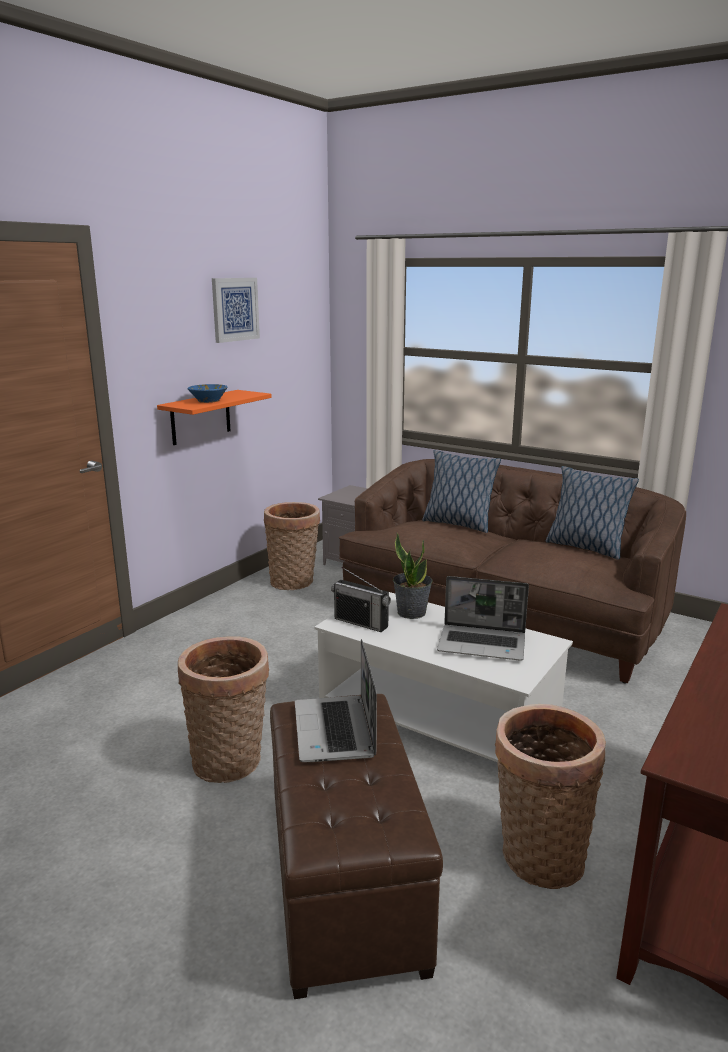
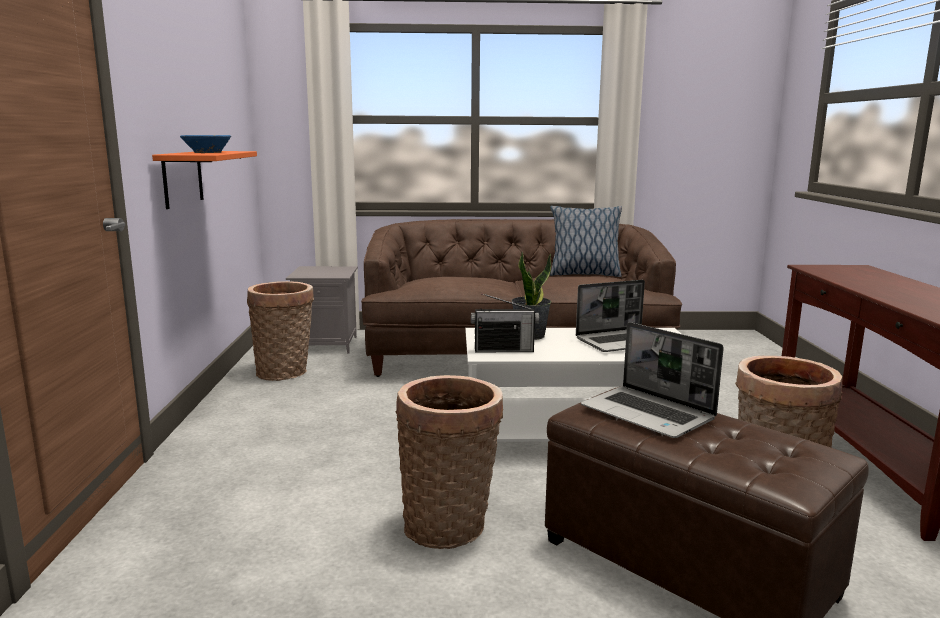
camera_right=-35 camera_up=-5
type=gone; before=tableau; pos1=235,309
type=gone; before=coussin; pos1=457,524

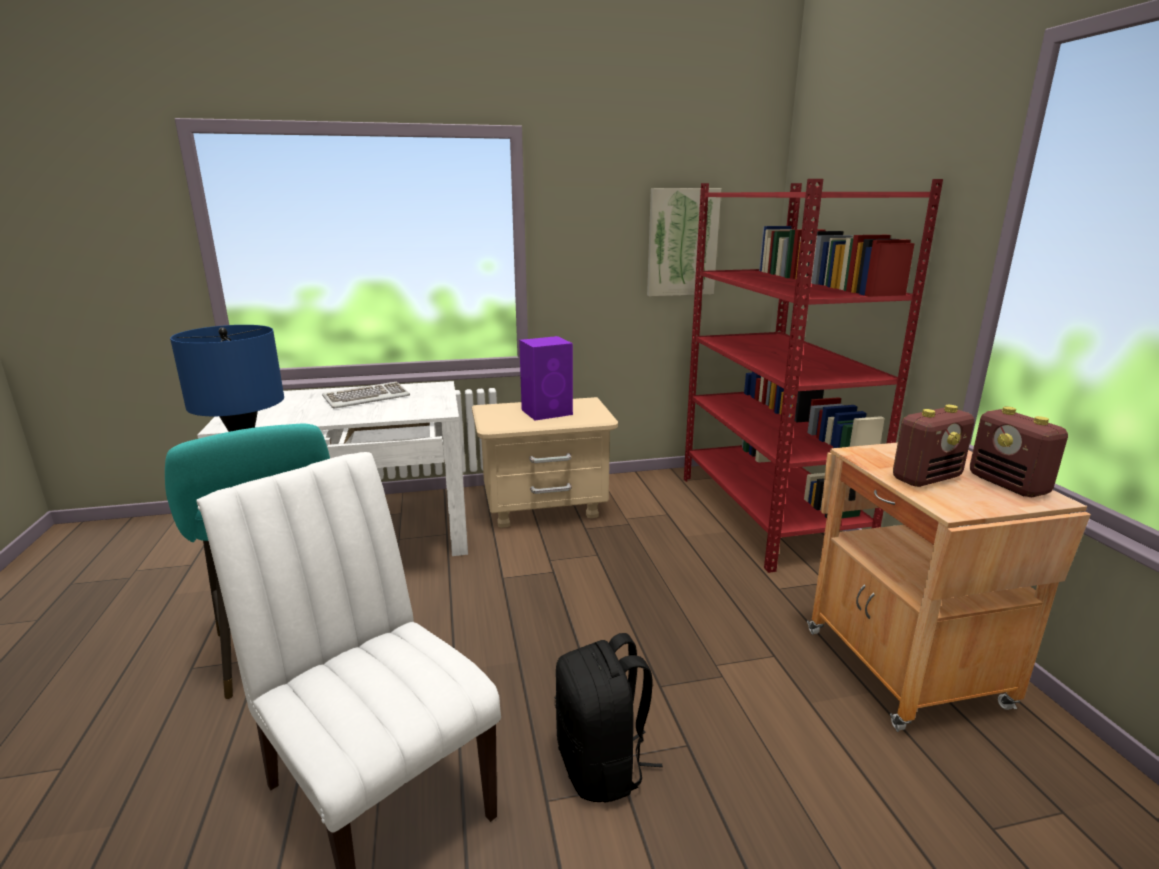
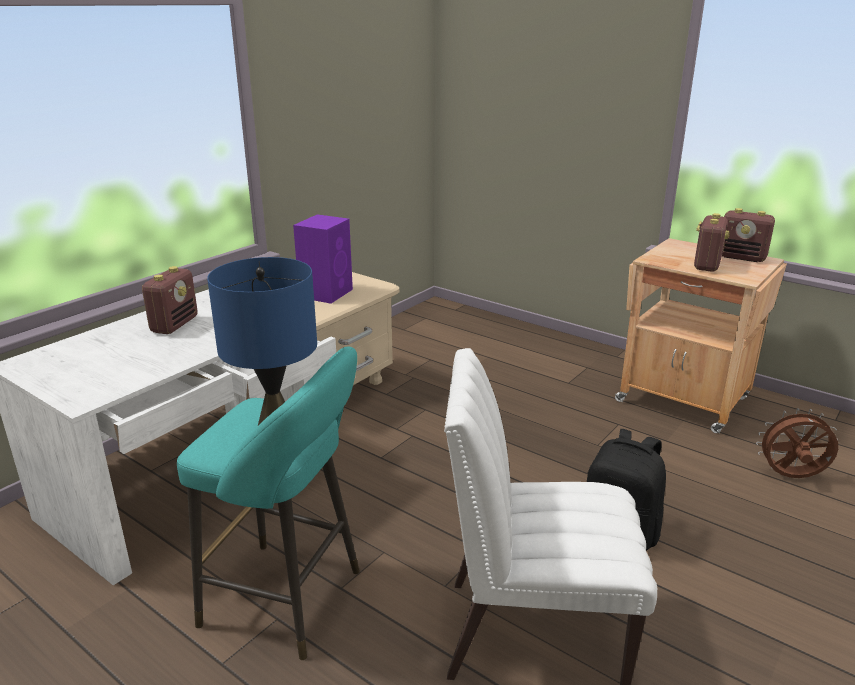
camera_right=-40 camera_up=5
type=gone; before=tableau; pos1=682,243
type=gone; before=bibliothèque/rouge; pos1=767,514
type=new; after=ventilateur/marron; pos2=791,477
type=swapped; before=clavier; after=radio; pos1=367,398; pos2=174,325

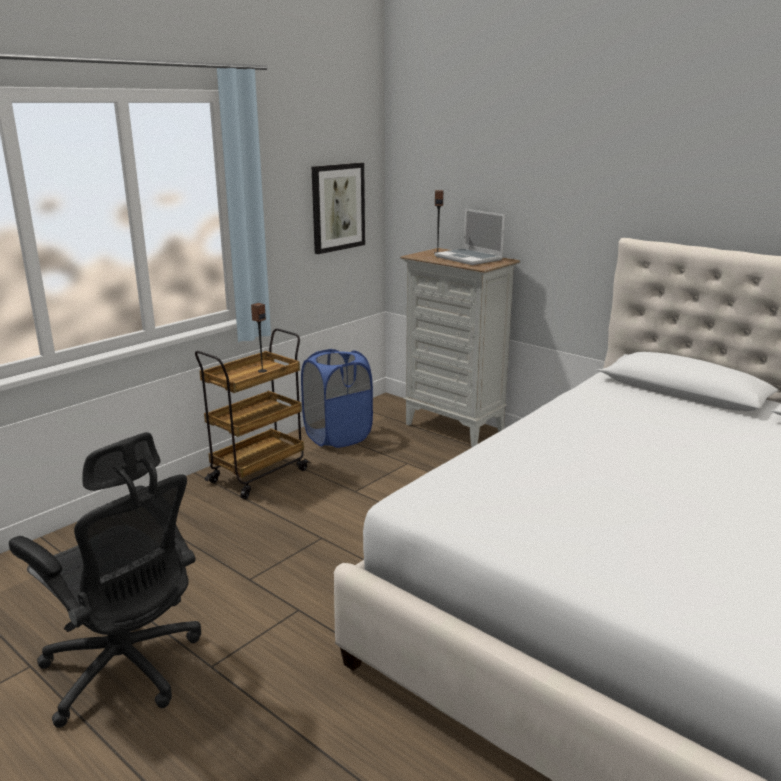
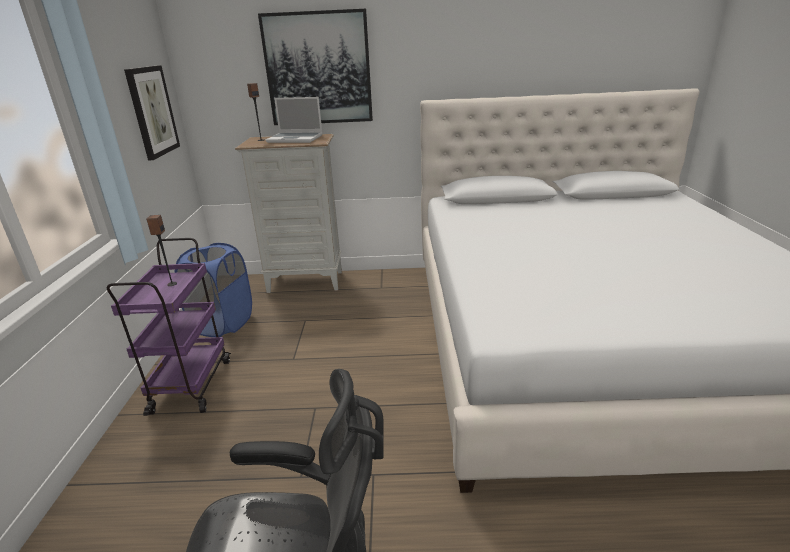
camera_right=-40 camera_up=5
type=new; after=tableau; pos2=318,69
type=repainted; before=chariot/marron; after=chariot/violet; pos1=259,475; pos2=192,385

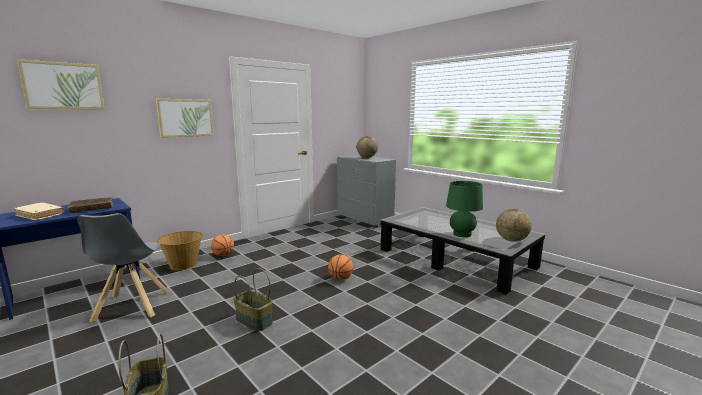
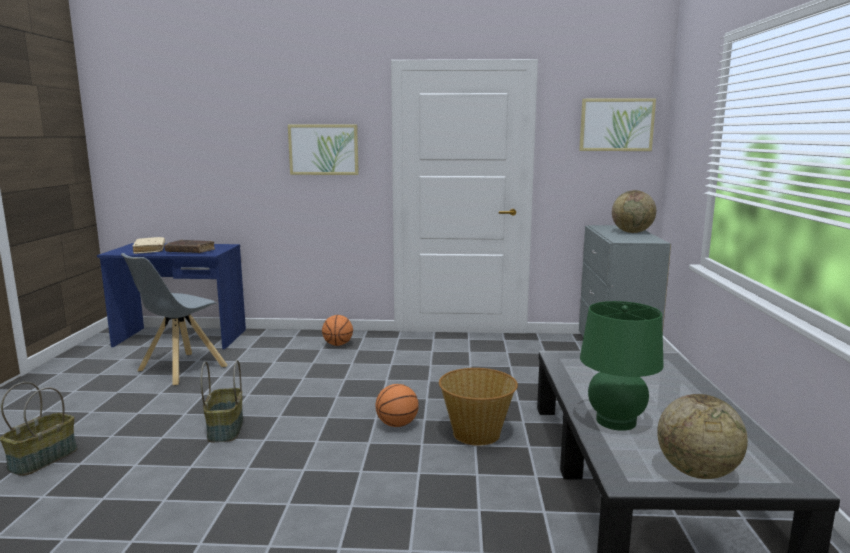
camera_right=45 camera_up=0
type=shifted; before=tableau; pos1=63,86; pos2=616,125
type=shifted; before=panier; pos1=183,264; pos2=477,433

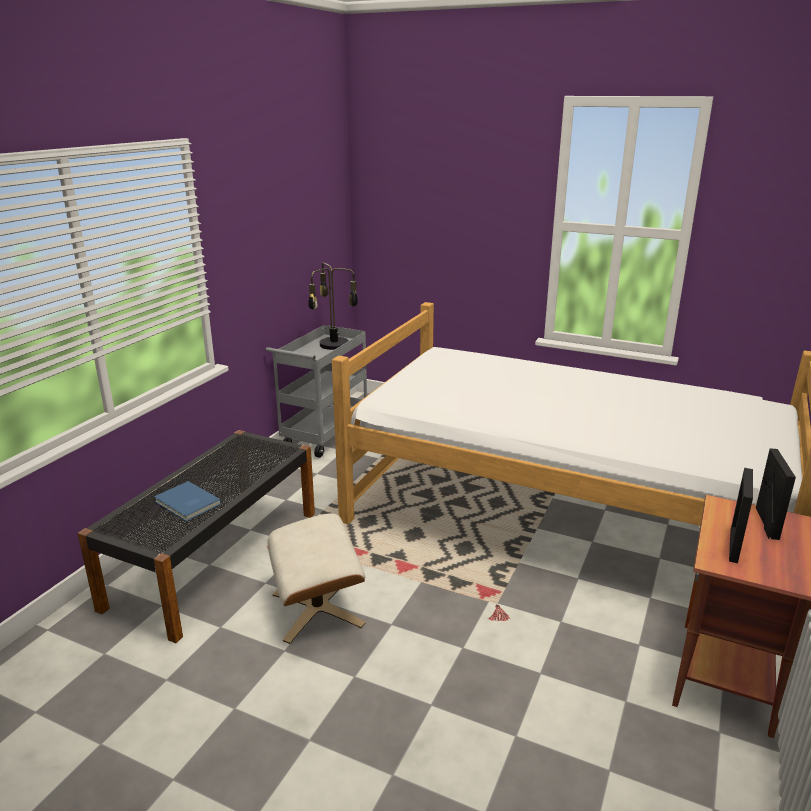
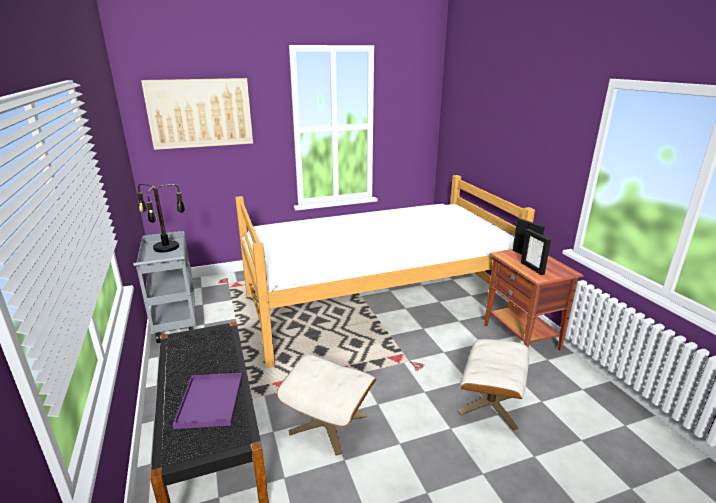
camera_right=-45 camera_up=0
type=new; after=tableau; pos2=200,113
type=new; after=pouf/beige; pos2=491,403
type=swapped; before=livre/bleu; after=plateau/violet; pos1=187,503; pos2=211,401

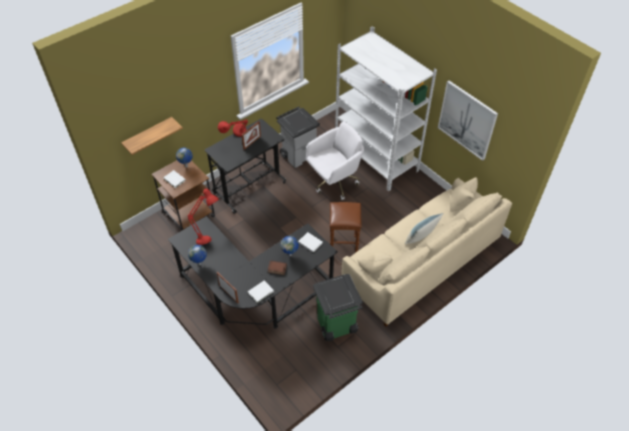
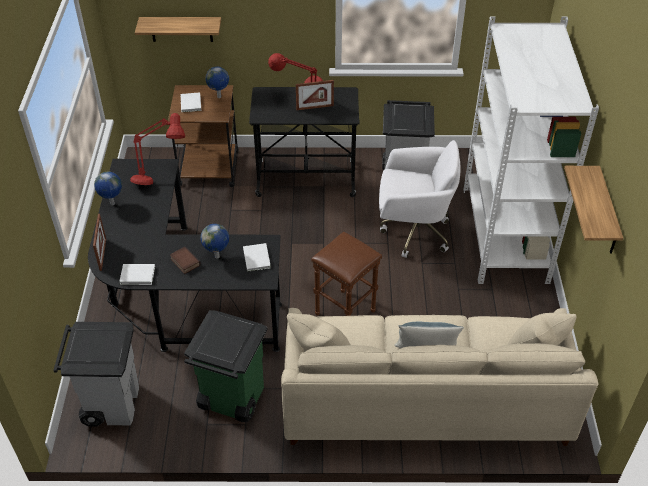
camera_right=40 camera_up=-5
type=new; after=poubelle/gris; pos2=111,403
type=swapped; before=tableau; after=étagère; pos1=467,120; pos2=607,213

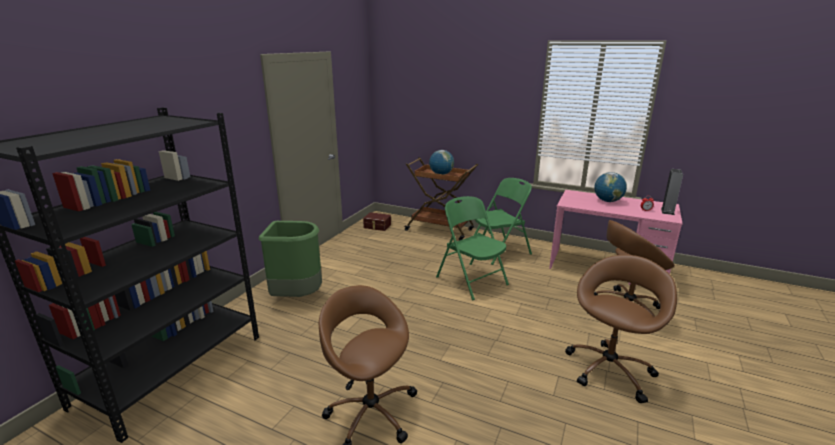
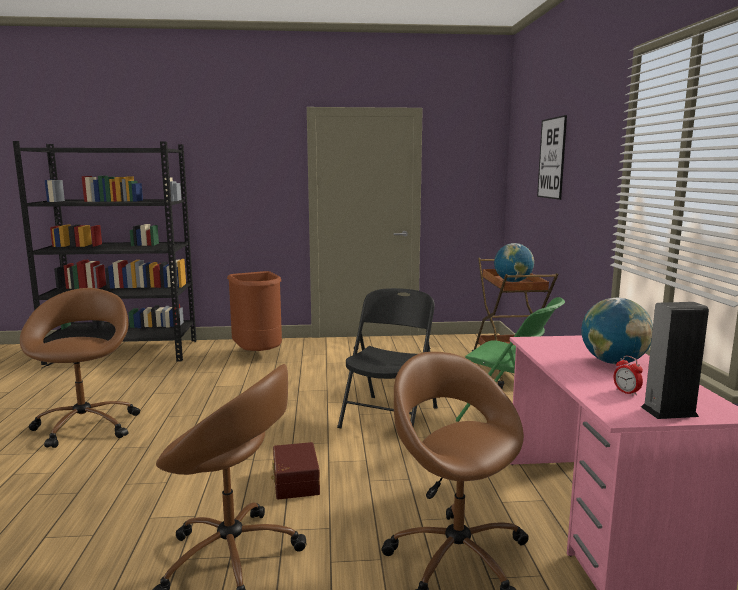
camera_right=60 camera_up=-10
type=new; after=tableau; pos2=552,158
type=shifted; before=boîte de rangement/marron; pos1=377,226; pos2=294,482
type=repainted; before=poubelle/vert; after=poubelle/marron; pos1=296,296; pos2=259,354
type=repainted; before=chaise/vert; after=chaise/noir; pos1=472,280; pos2=389,417

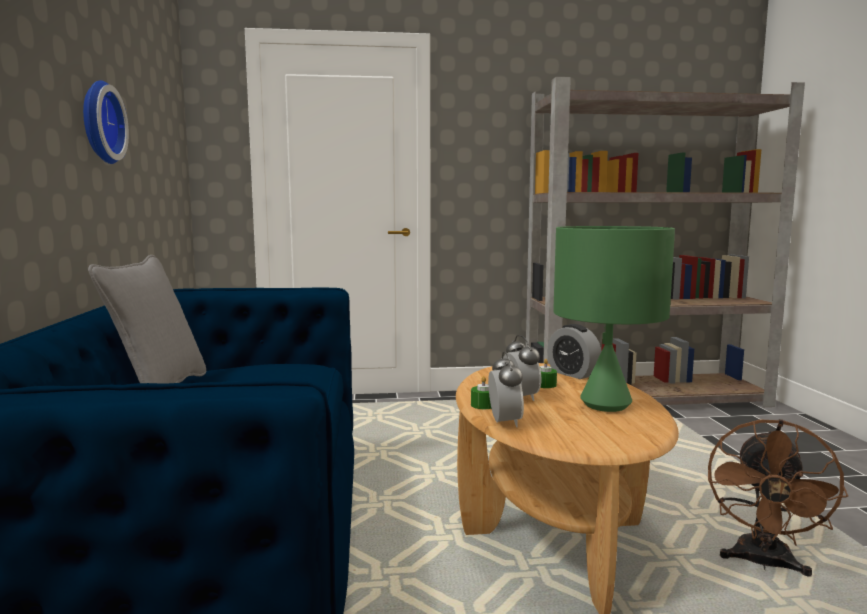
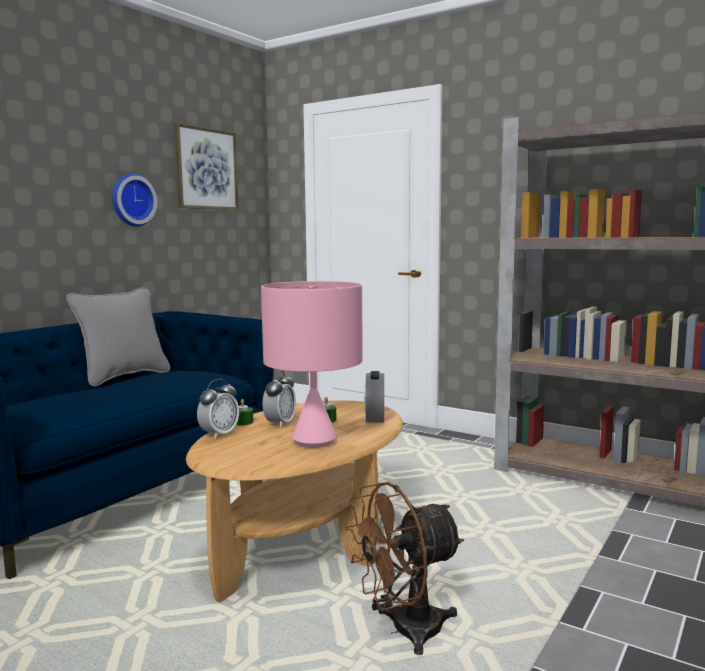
camera_right=40 camera_up=0
type=new; after=tableau; pos2=206,169
type=repainted; before=lampe de table/vert; after=lampe de table/rose; pos1=606,405; pos2=314,442

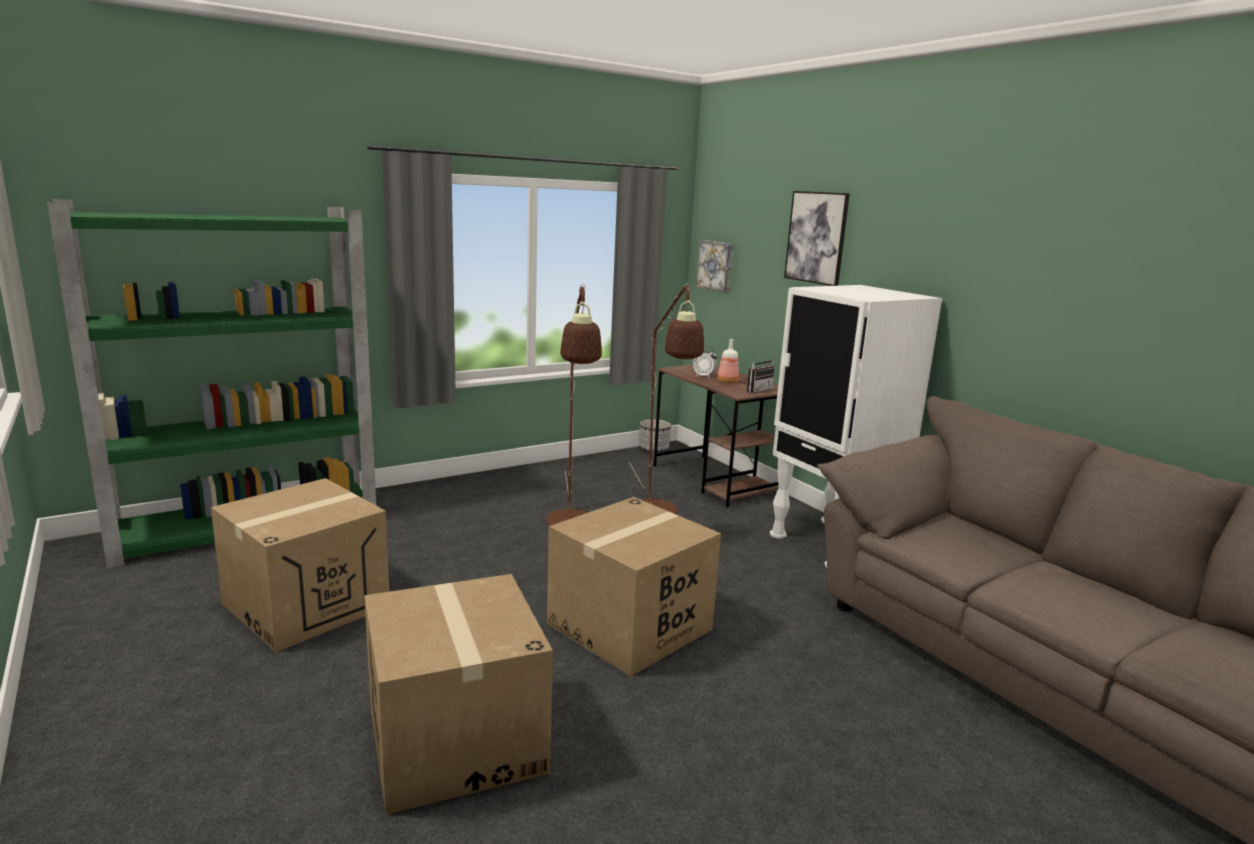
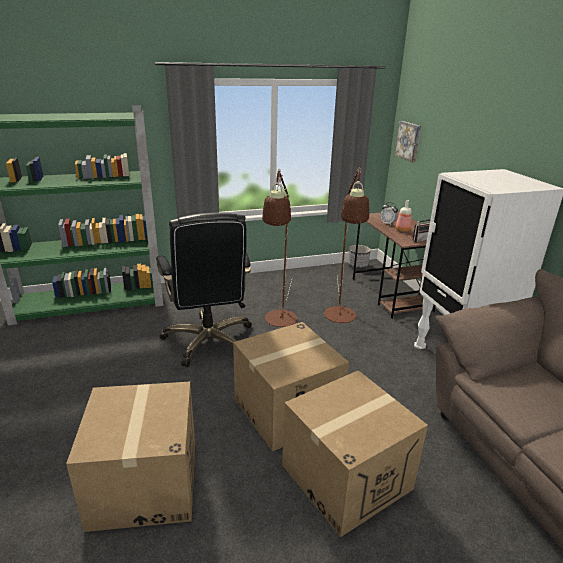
camera_right=15 camera_up=10
type=gone; before=tableau; pos1=816,237
type=new; after=chaise de bureau/noir; pos2=208,340
type=shifted; before=carton; pos1=306,604; pos2=346,476

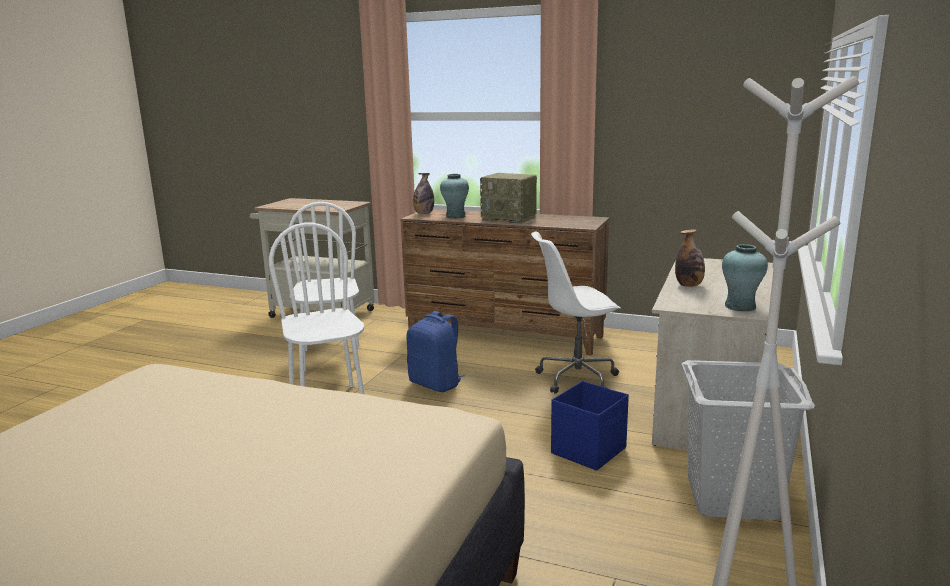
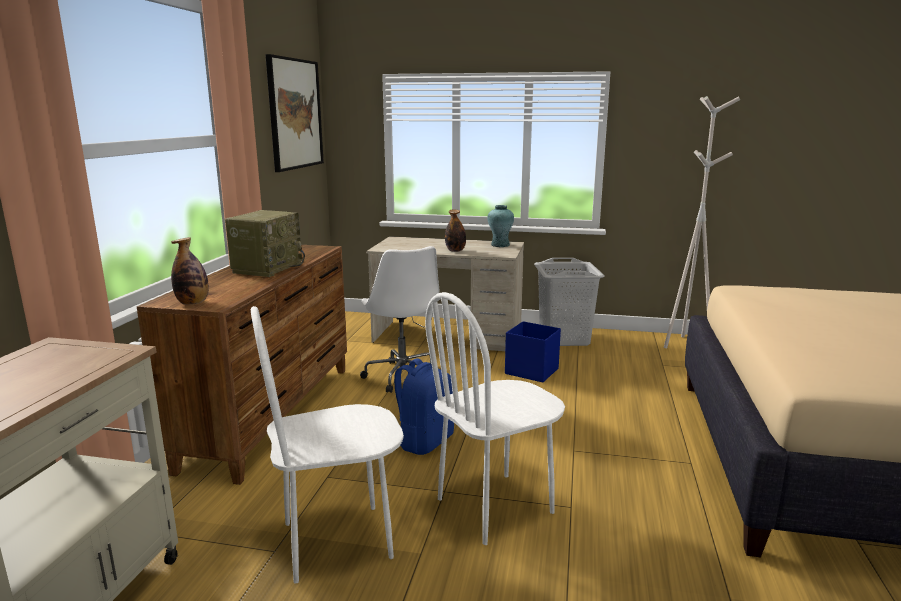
camera_right=-100 camera_up=0
type=gone; before=vase/turquoise; pos1=455,216
type=new; after=tableau; pos2=295,114

